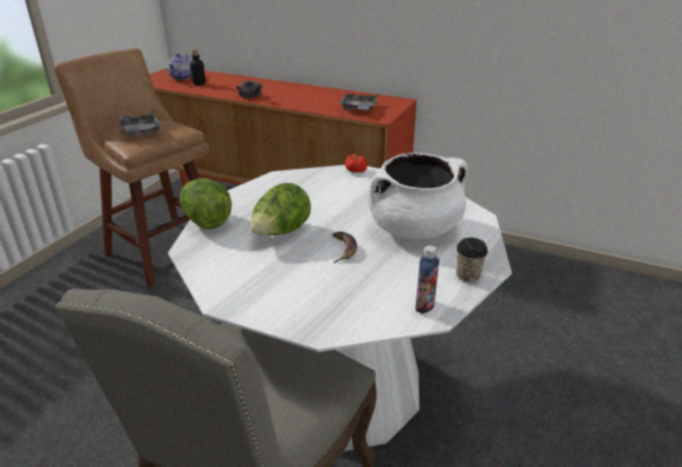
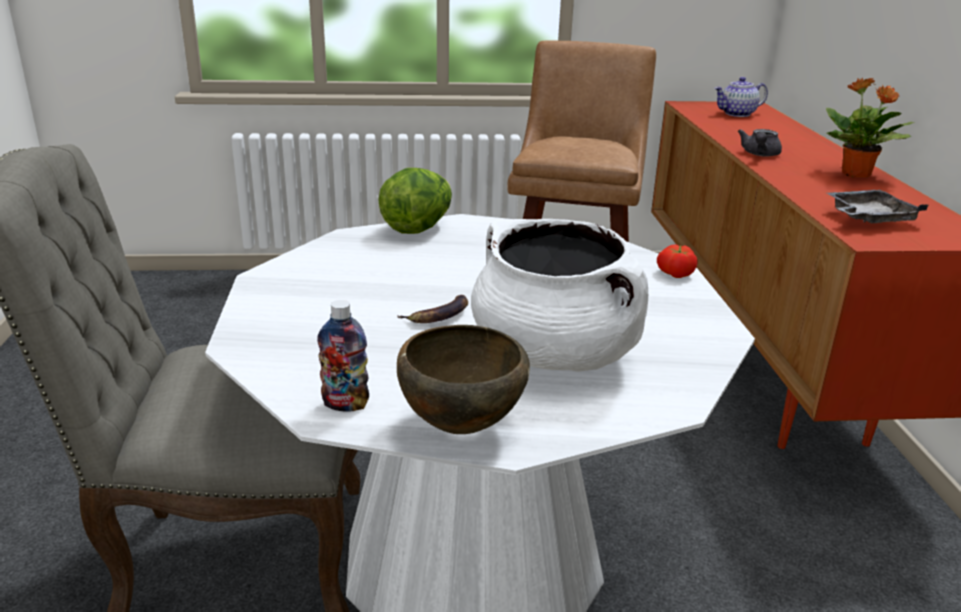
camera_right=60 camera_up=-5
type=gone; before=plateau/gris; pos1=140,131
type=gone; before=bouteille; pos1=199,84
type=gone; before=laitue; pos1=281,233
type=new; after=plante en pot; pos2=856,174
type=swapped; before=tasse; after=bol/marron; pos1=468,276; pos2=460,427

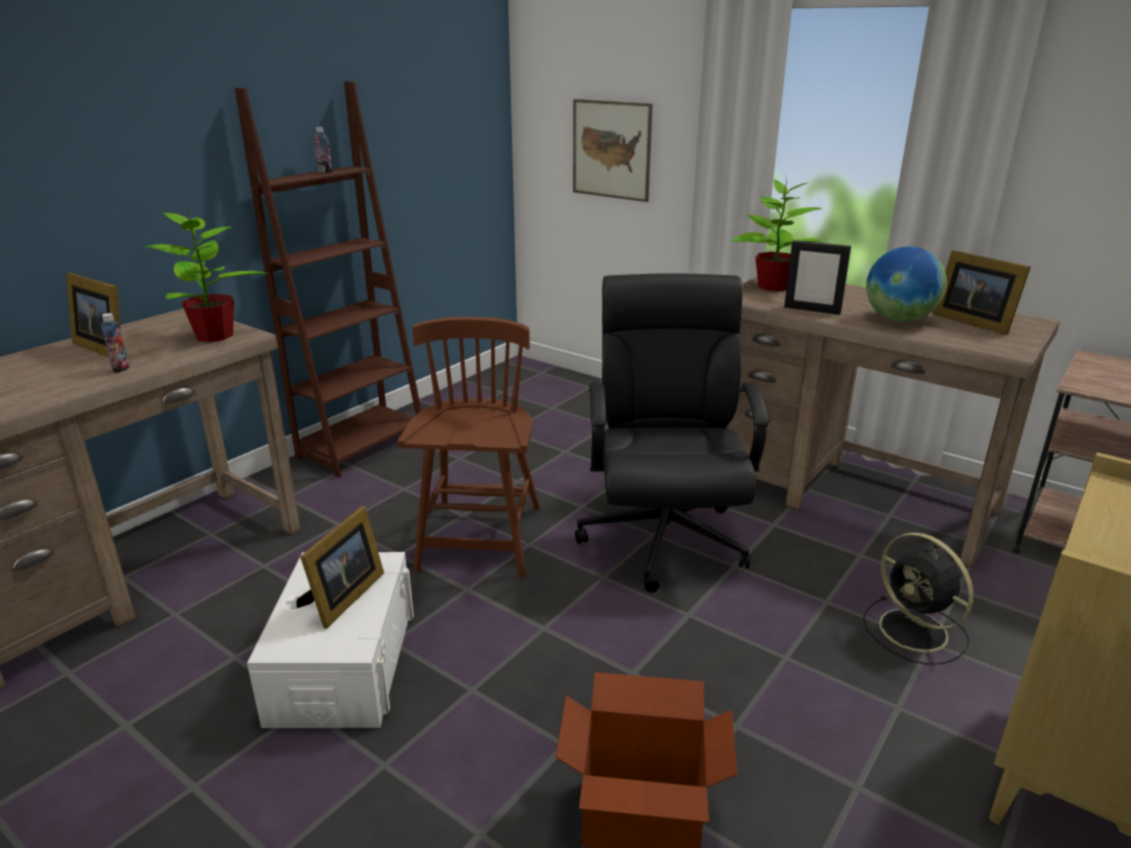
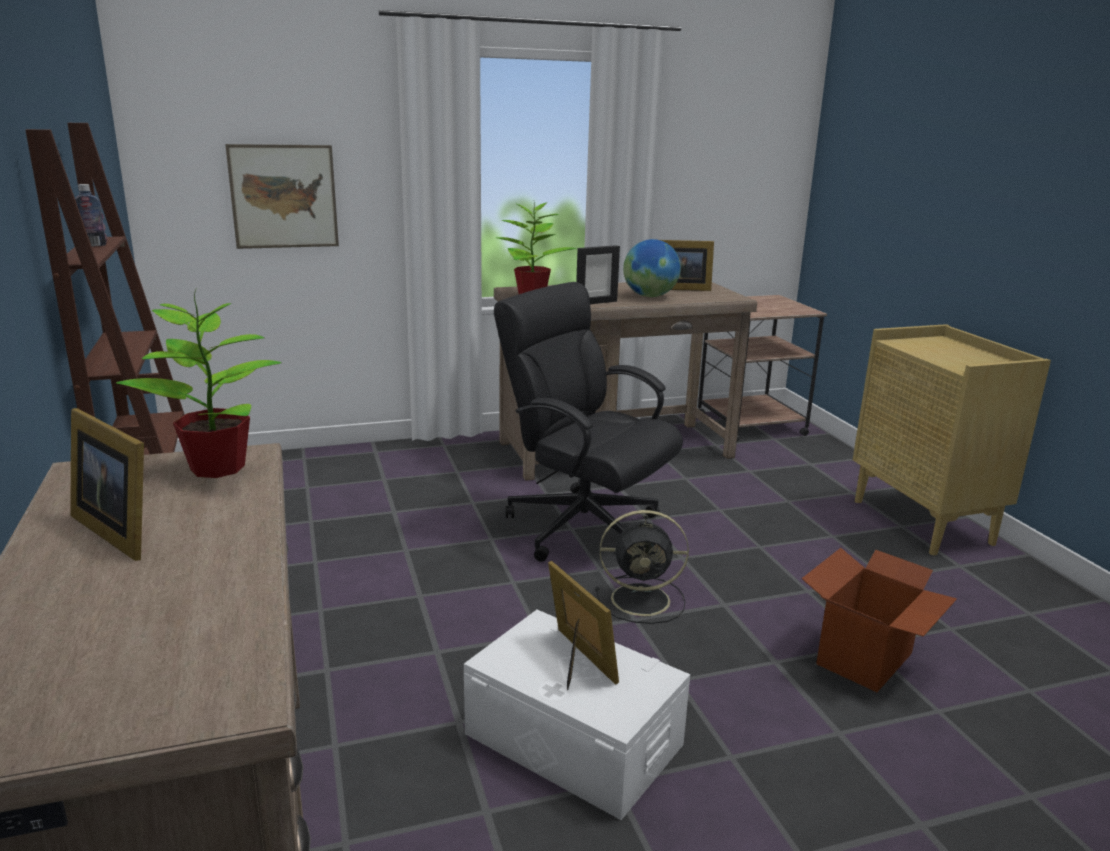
camera_right=-55 camera_up=-5
type=gone; before=bouteille; pos1=121,368
type=gone; before=chaise/marron; pos1=480,539
type=shifted; before=ventilateur/noir; pos1=916,632; pos2=643,600
type=rotated; before=cadre photo; pos1=106,348; pos2=120,529; turn=60

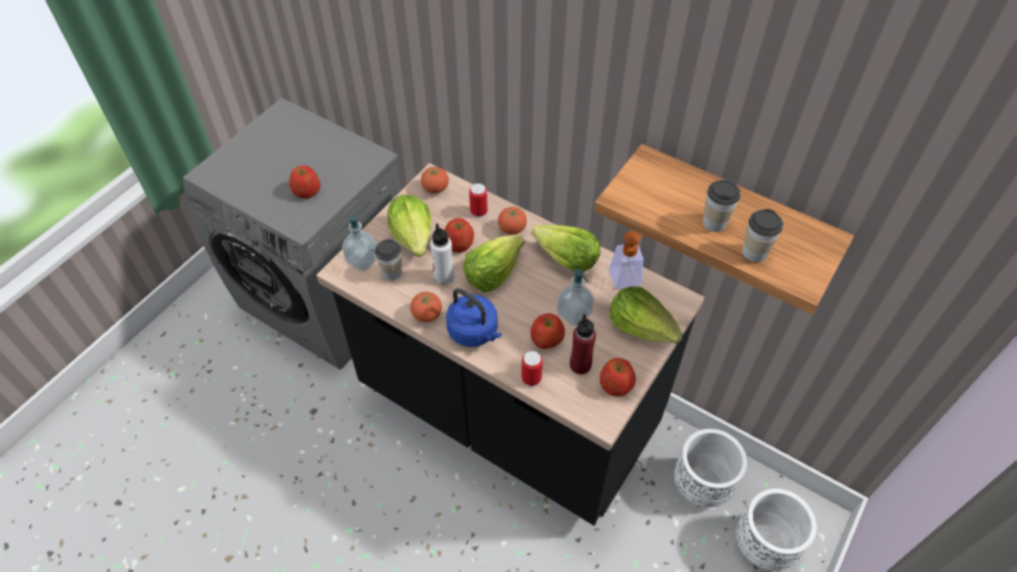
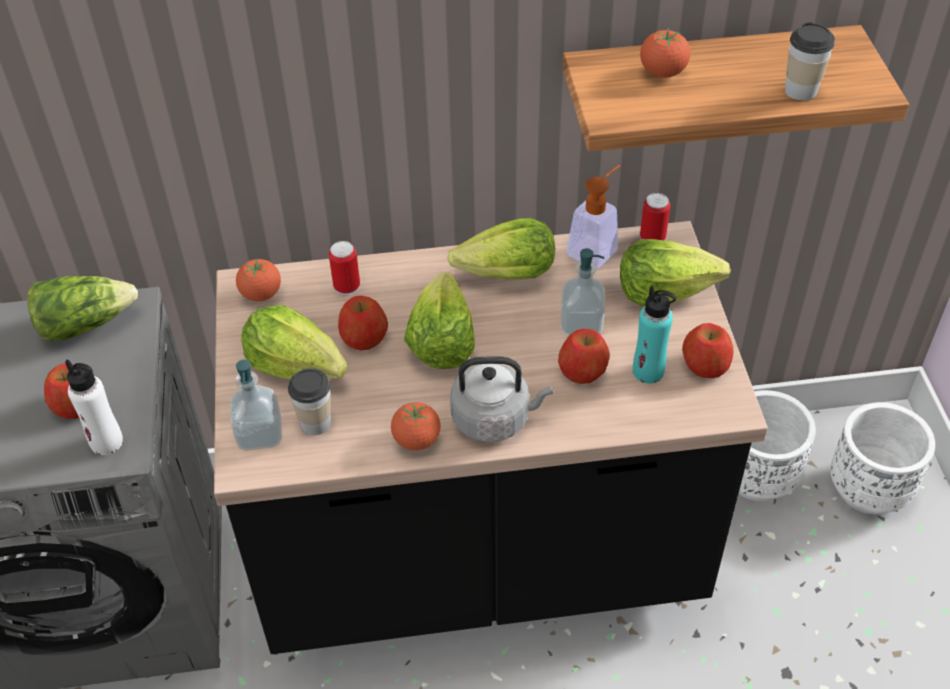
camera_right=-40 camera_up=-5
type=gone; before=tasse; pos1=714,223
type=new; after=laitue; pos2=85,324
type=shifted; before=bouteille/blanc; pos1=444,276; pos2=106,442
type=shifted; before=tomate; pos1=512,229; pos2=662,72
type=shifted; before=boîte métallique; pos1=531,378; pos2=652,238
type=repainted; before=bouilloire/bleu; after=bouilloire/gris; pos1=475,332; pos2=495,419
type=repainted; before=bouteille/rouge; after=bouteille/turquoise; pos1=580,365; pos2=648,371

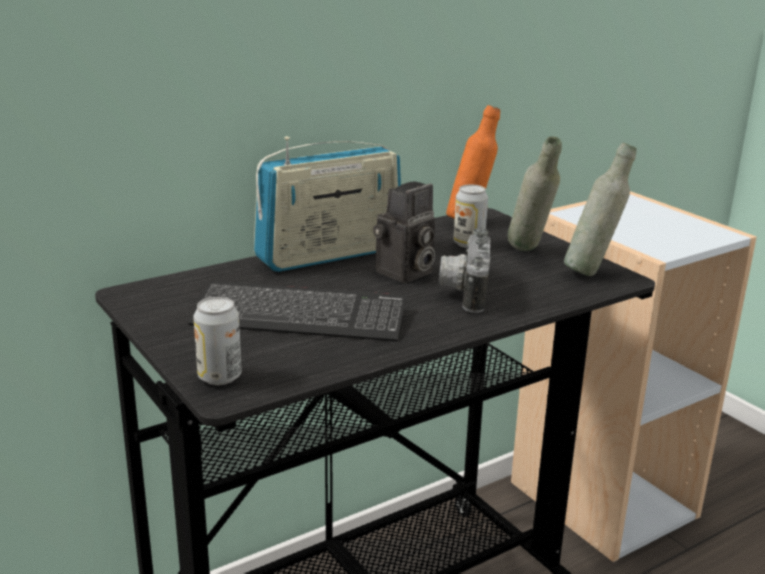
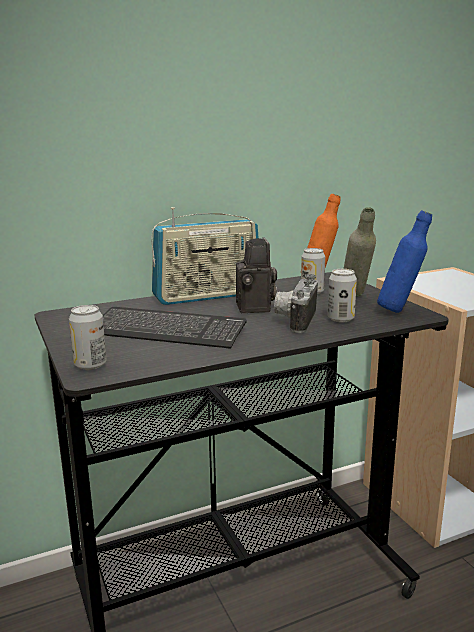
camera_right=10 camera_up=-5
type=new; after=boîte métallique; pos2=340,319
type=repainted; before=bouteille/gris; after=bouteille/bleu; pos1=592,271; pos2=400,310
type=rotated; before=appareil photo; pos1=404,274; pos2=256,308; turn=-60

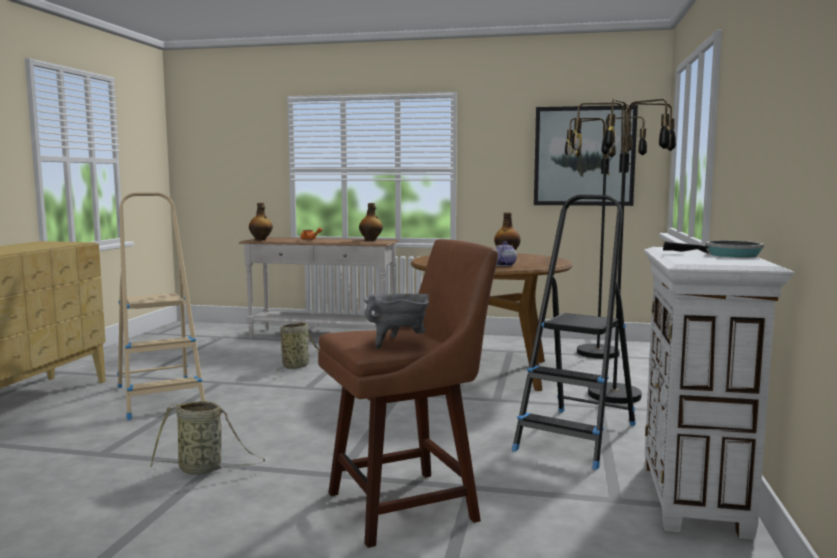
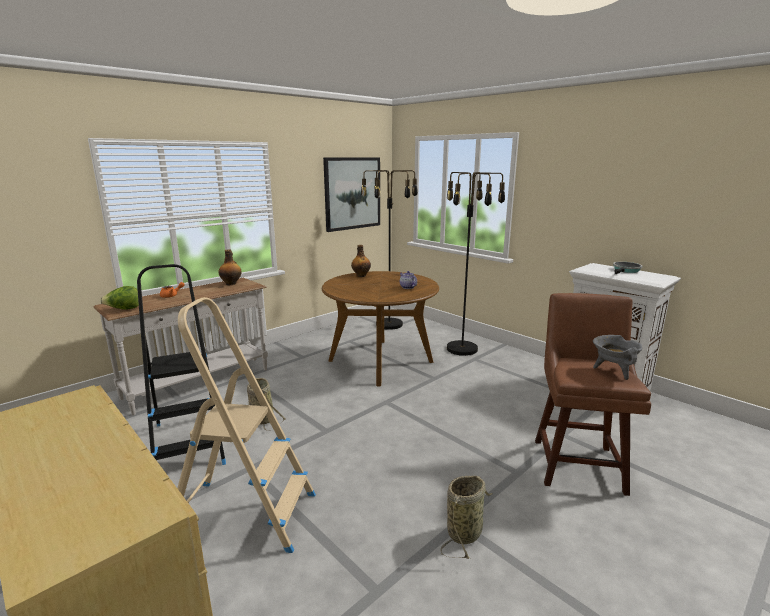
camera_right=-55 camera_up=10
type=shifted; before=escabeau/noir; pos1=576,437; pos2=189,443
type=swapped; before=bouteille; after=laitue; pos1=261,240; pos2=124,309

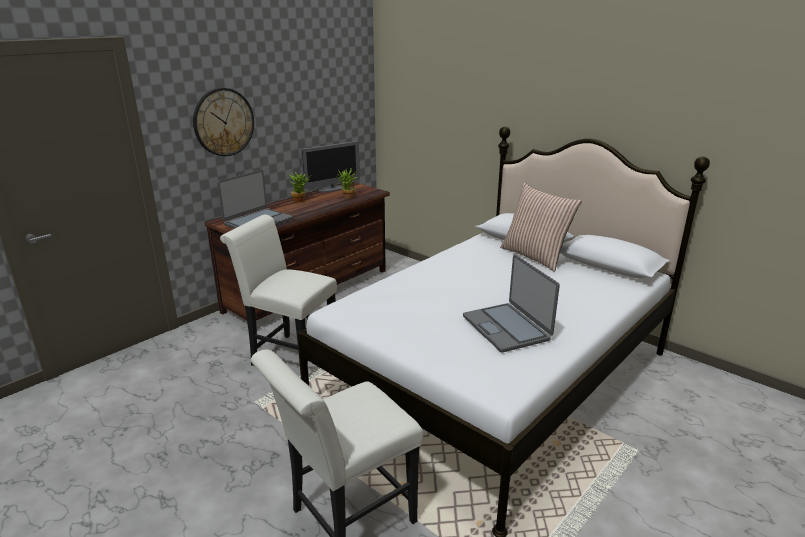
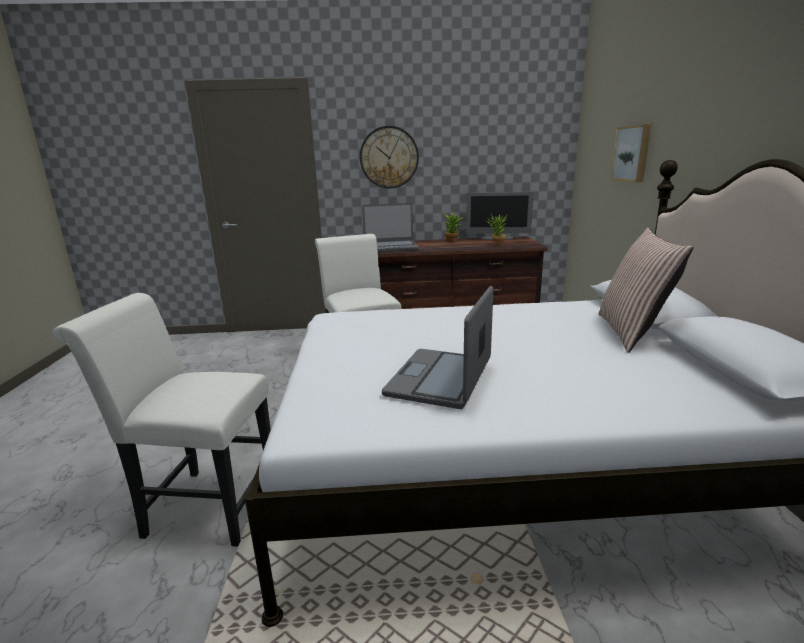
camera_right=45 camera_up=-5
type=new; after=tableau; pos2=632,153

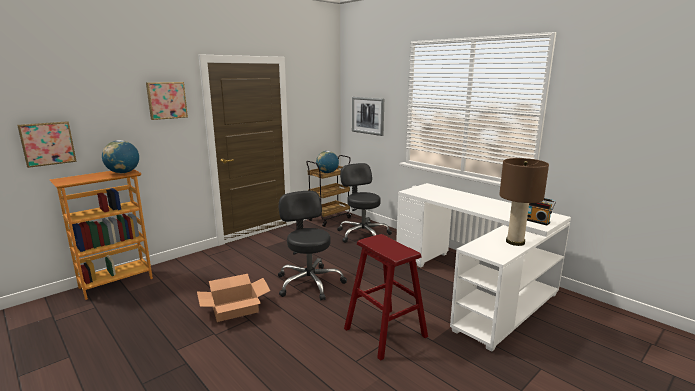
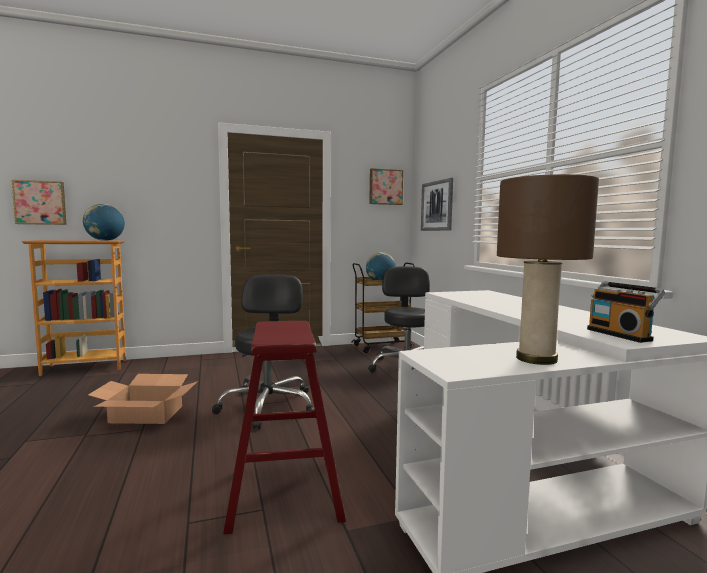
camera_right=25 camera_up=-10
type=shifted; before=tableau; pos1=166,100; pos2=385,187

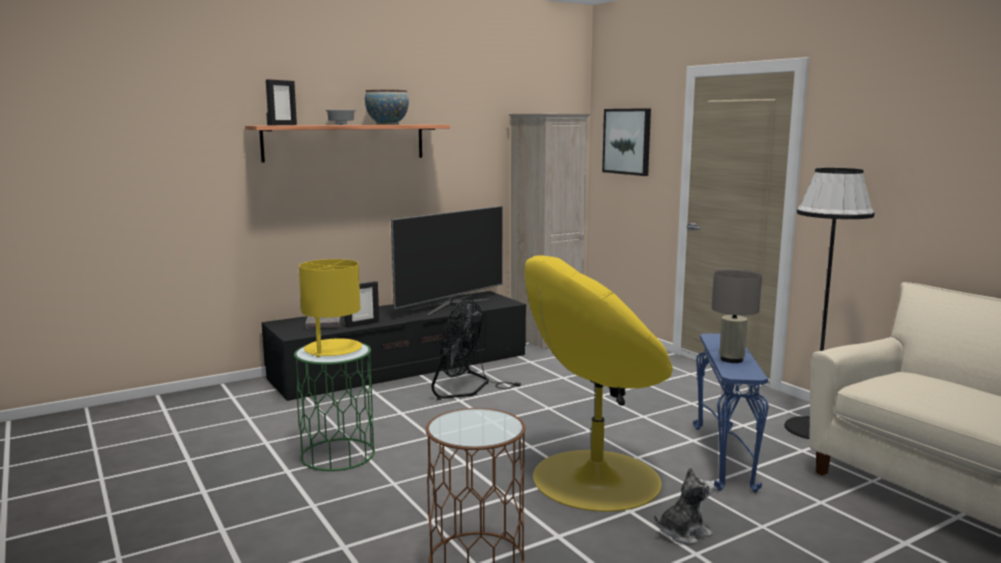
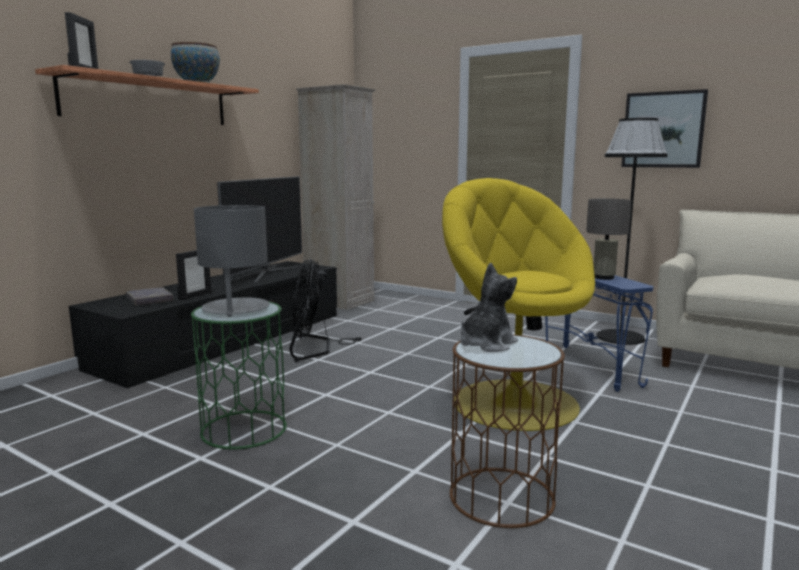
camera_right=-25 camera_up=0
type=shifted; before=tableau; pos1=627,141; pos2=663,130
type=shifted; before=peluche; pos1=683,532; pos2=486,344
type=repainted; before=lampe de table/jaune; after=lampe de table/gris; pos1=332,349; pos2=235,308
type=rotated; before=fauteuil/jaune; pos1=593,478; pos2=514,402; turn=105

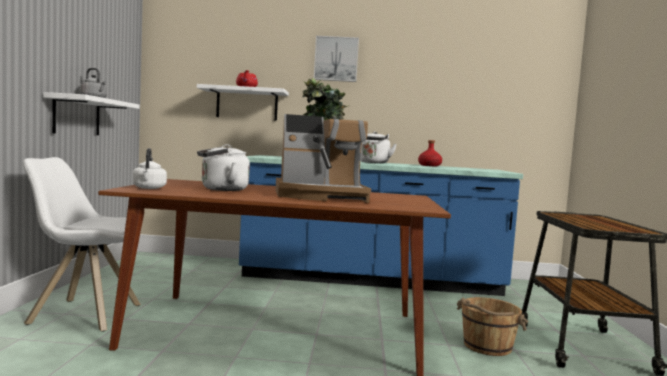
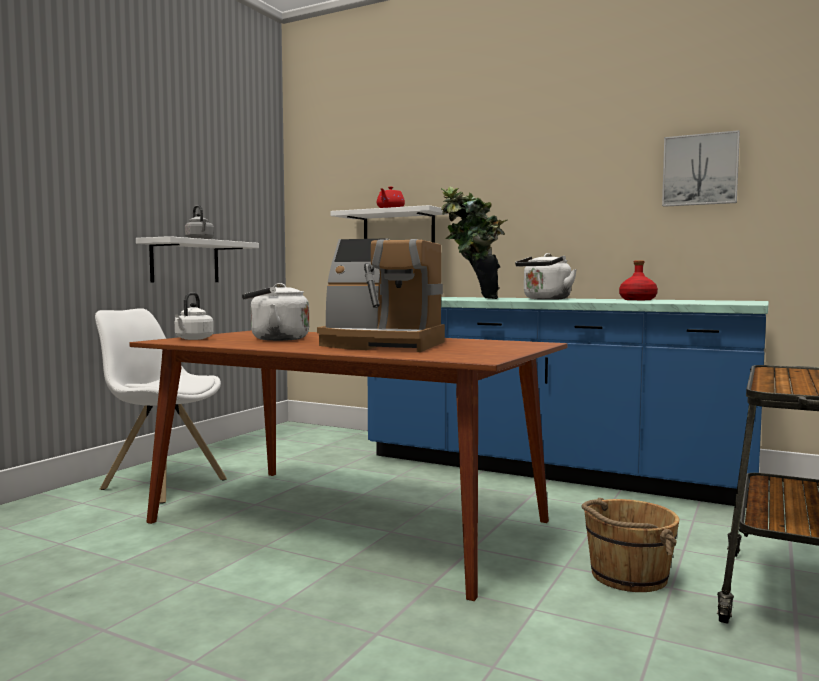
camera_right=25 camera_up=0
type=shifted; before=tableau; pos1=336,59; pos2=700,170

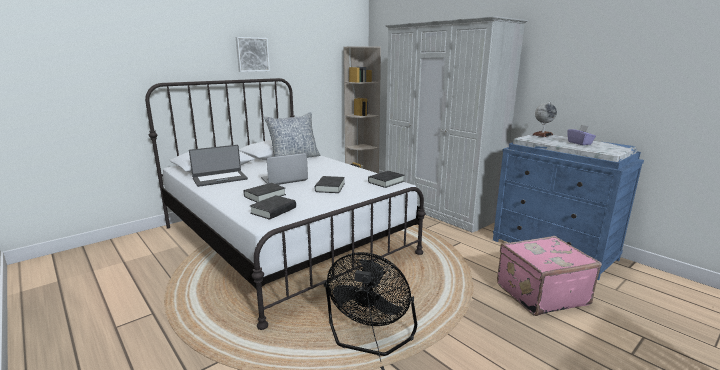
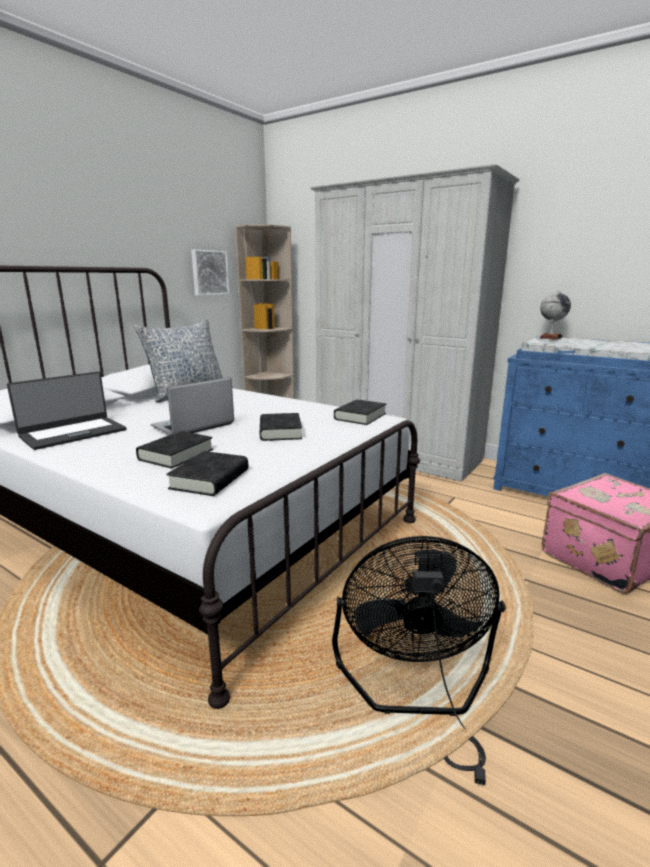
camera_right=-15 camera_up=0
type=gone; before=boîte à mouchoirs/violet; pos1=579,143
type=shifted; before=tableau; pos1=252,54; pos2=209,273

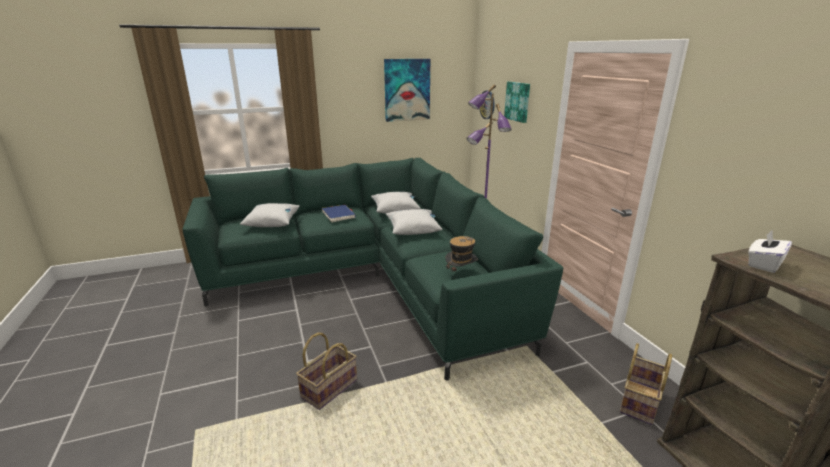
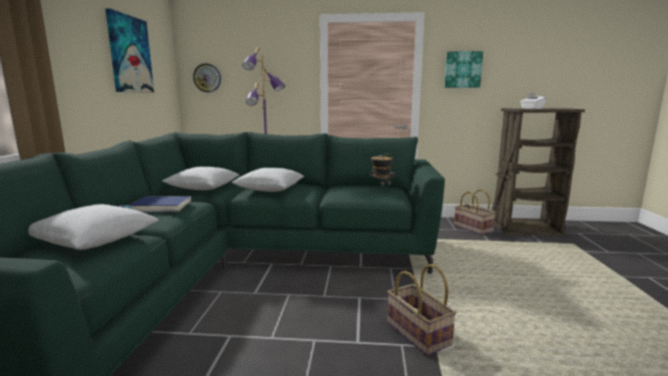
camera_right=-65 camera_up=-10
type=shifted; before=tableau; pos1=518,101; pos2=462,69

